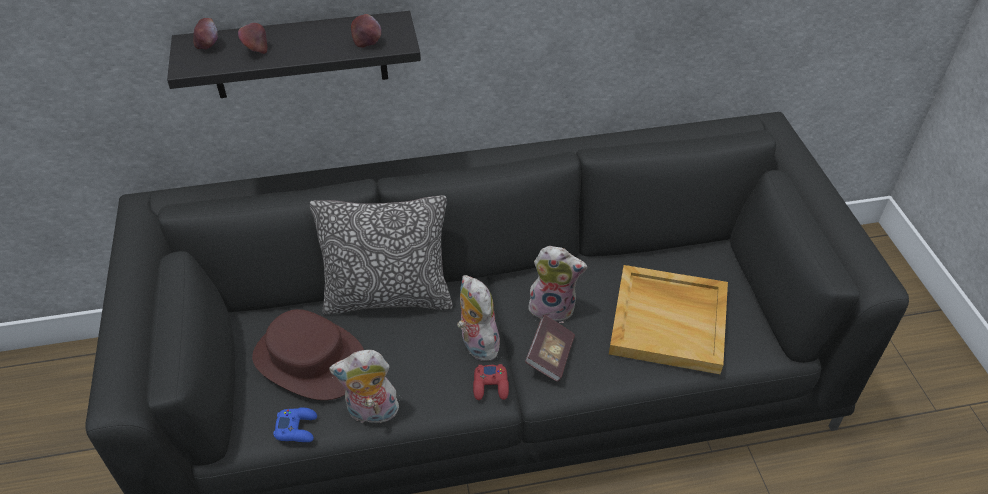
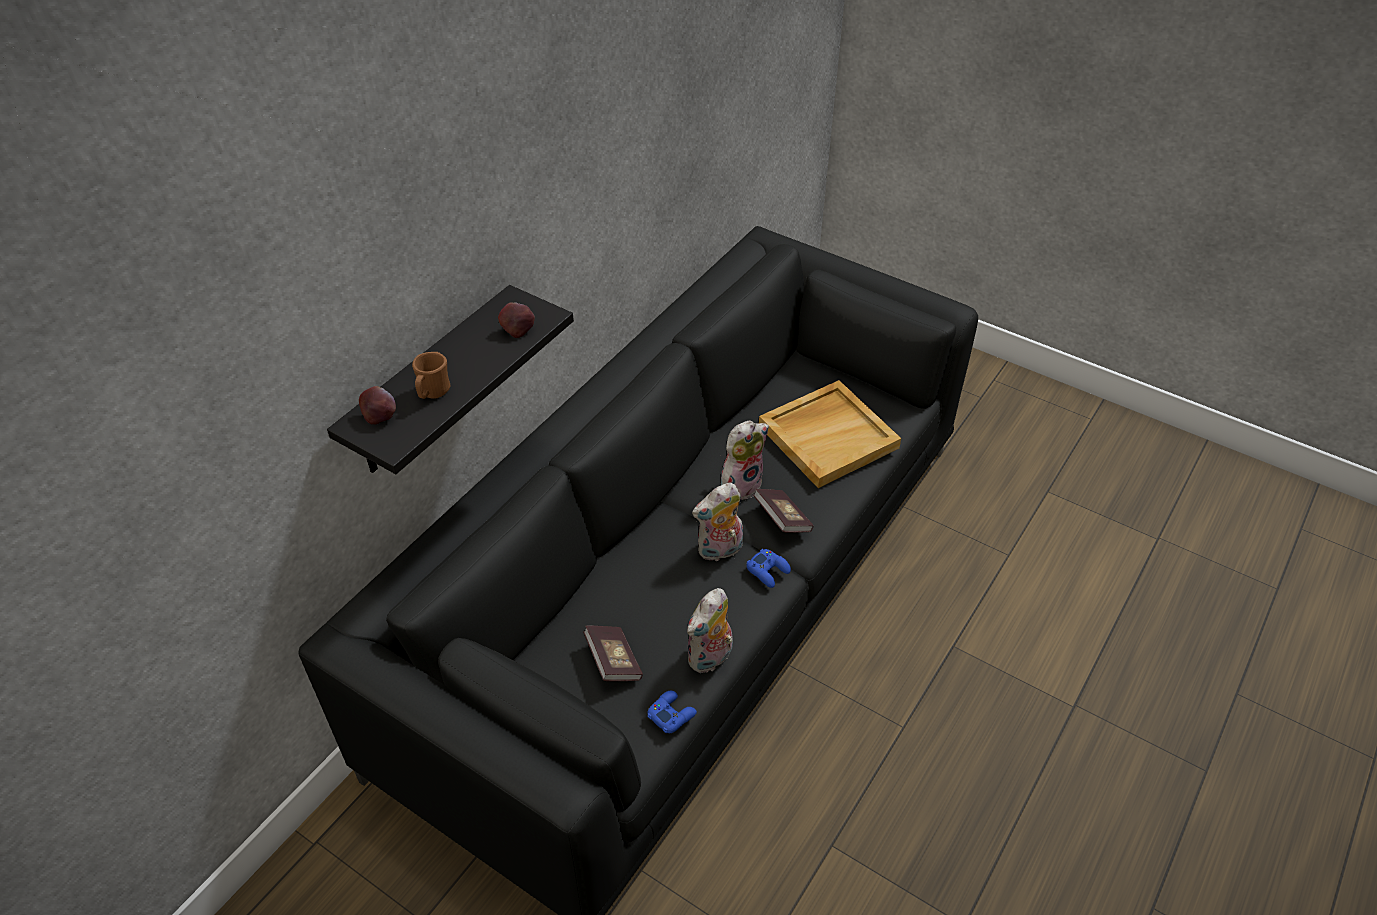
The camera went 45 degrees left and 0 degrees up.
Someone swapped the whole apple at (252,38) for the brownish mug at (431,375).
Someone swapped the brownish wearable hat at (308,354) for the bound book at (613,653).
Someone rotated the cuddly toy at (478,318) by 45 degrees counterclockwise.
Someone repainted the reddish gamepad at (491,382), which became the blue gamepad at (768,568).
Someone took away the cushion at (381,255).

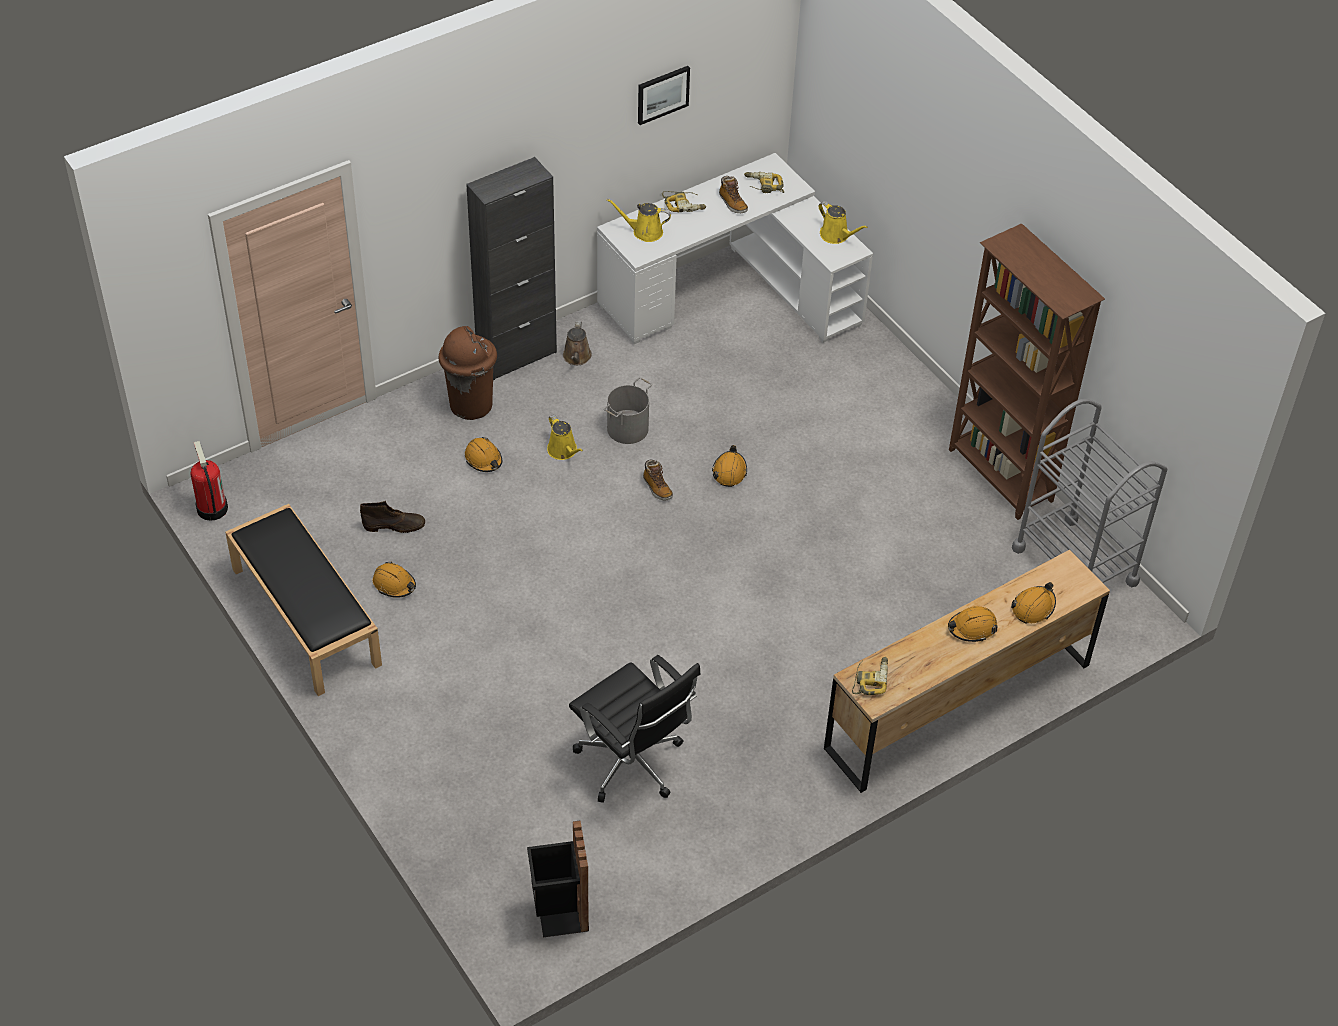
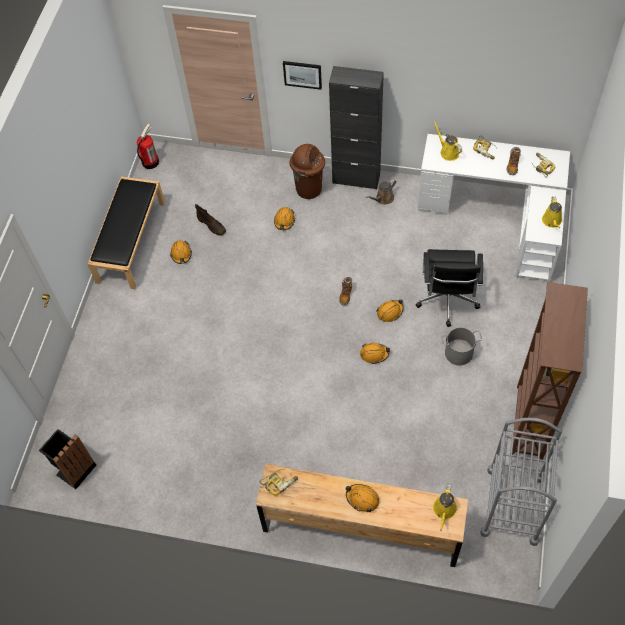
The camera went 50 degrees right and 10 degrees up.
Someone carried the picture from (664,95) to (302,75).
Someone carried the orange-coloured safety helmet from (1033,602) to (375,353).
Someone carried the black computer chair from (635,729) to (449,288).
Someone carried the yellowish sprinkling can from (565,437) to (445,507).
Someone carried the greyish pail from (628,410) to (461,346).

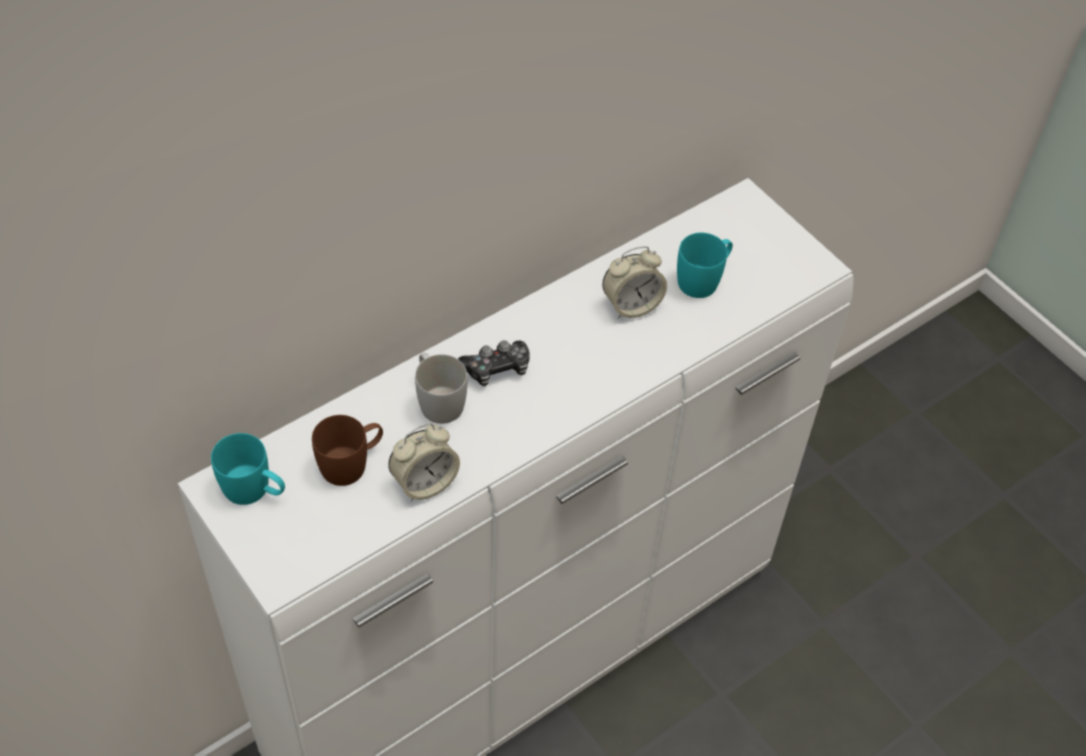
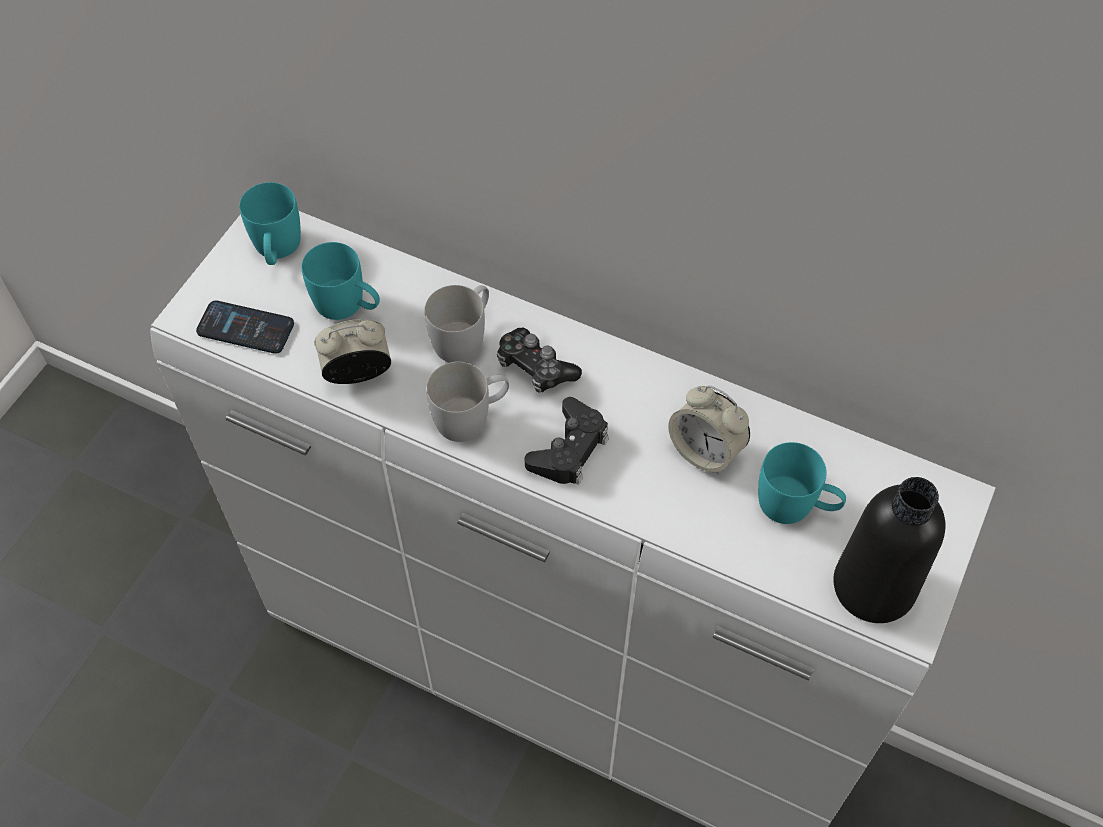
The camera went 65 degrees right and 5 degrees up.
Someone put down the phone at (245,327).
Someone repainted the brownish mug at (347,450), which became the blue-green mug at (340,281).
Someone rotated the alarm clock at (424,462) by 135 degrees clockwise.
Someone put down the white mug at (467,402).
Someone put down the black gamepad at (566,441).
Someone put down the black bottle at (889,550).

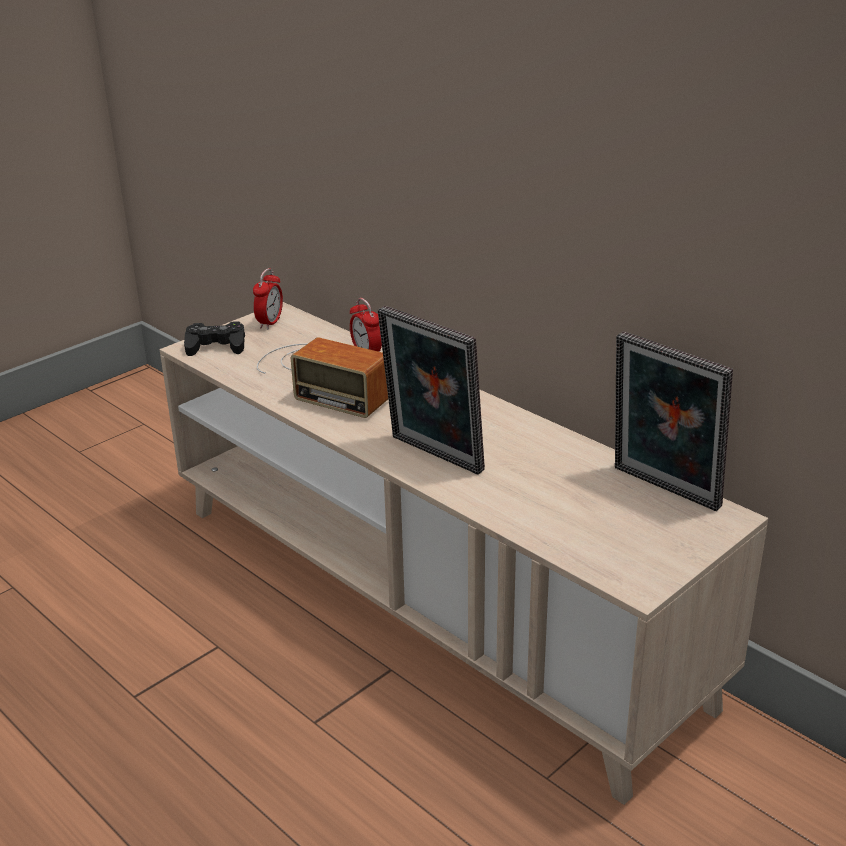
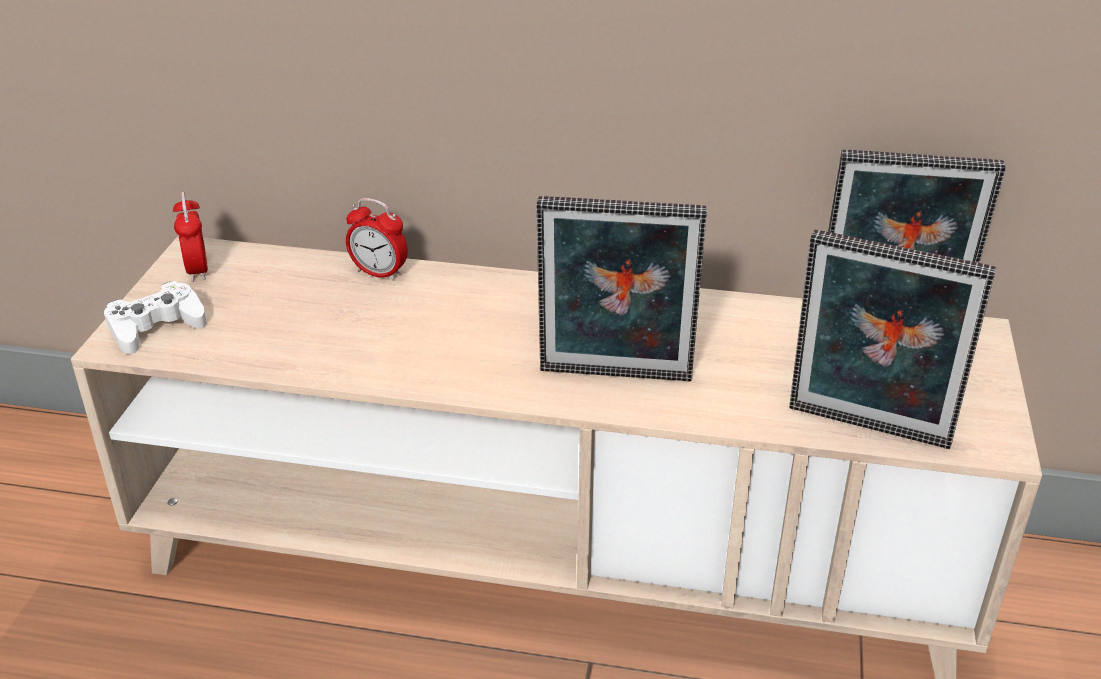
The camera went 35 degrees left and 5 degrees up.
Someone repainted the black gamepad at (214,338), which became the white gamepad at (155,317).
Someone put down the standing frame at (892,339).
Someone took away the radio at (322,377).

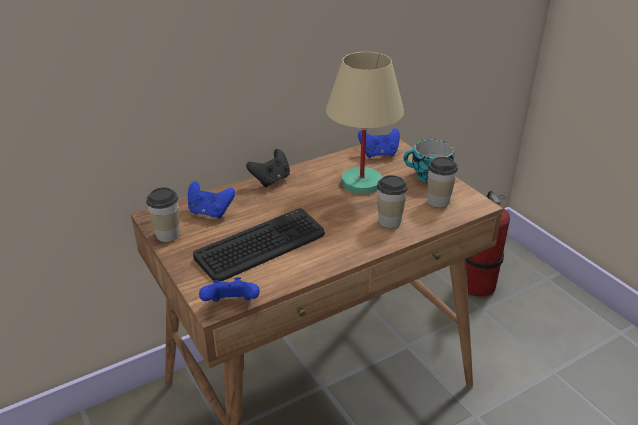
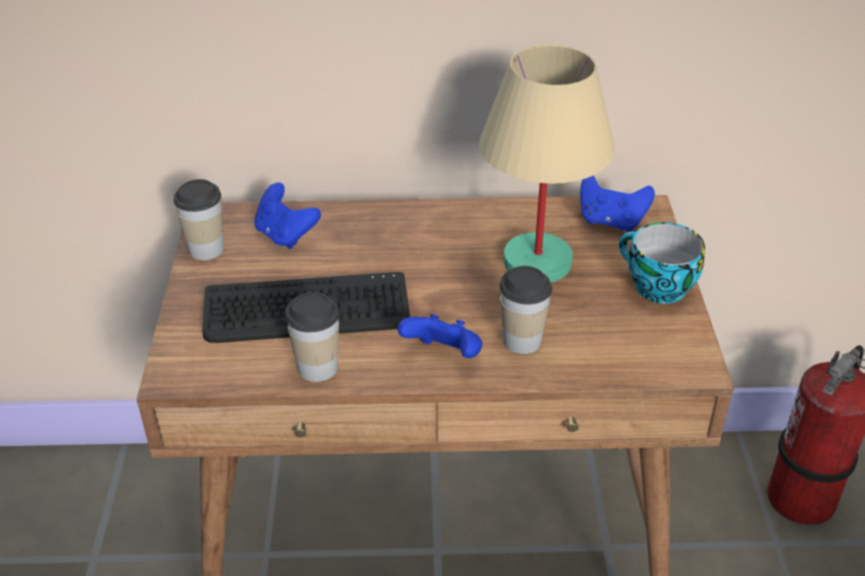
The camera went 30 degrees right and 5 degrees up.
Someone carried the small cup from (443,182) to (312,337).
Someone carried the blue gamepad from (229,289) to (439,336).
Someone took away the black gamepad at (268,168).

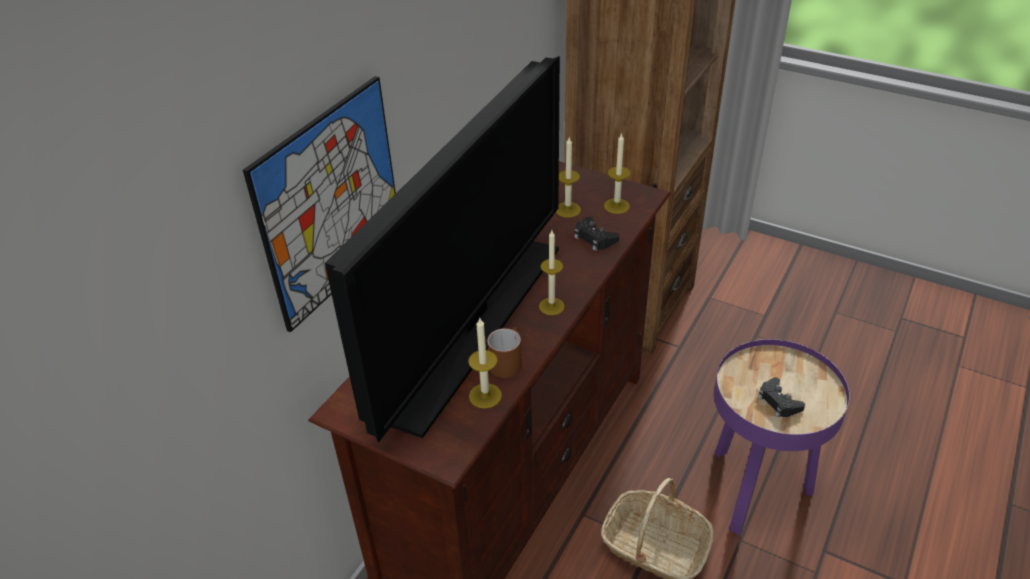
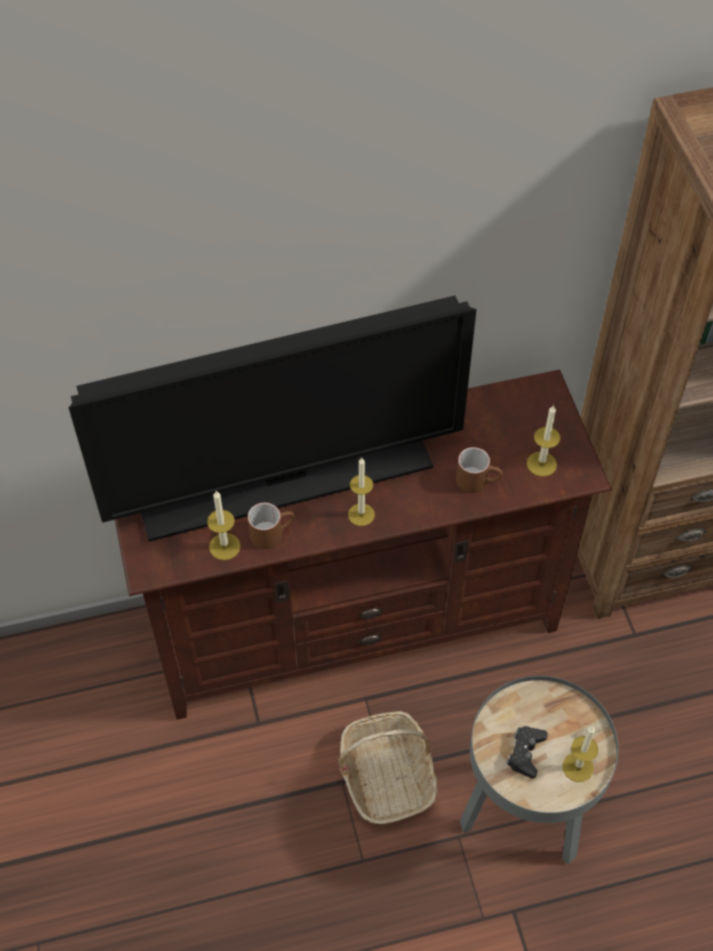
The camera went 45 degrees right and 15 degrees up.
Someone swapped the black gamepad at (596,234) for the brownish mug at (479,470).
Someone repainted the purple end table at (782,437), which became the greyish end table at (539,770).
Someone carried the wax light from (568,177) to (580,754).
Someone took away the picture at (319,204).

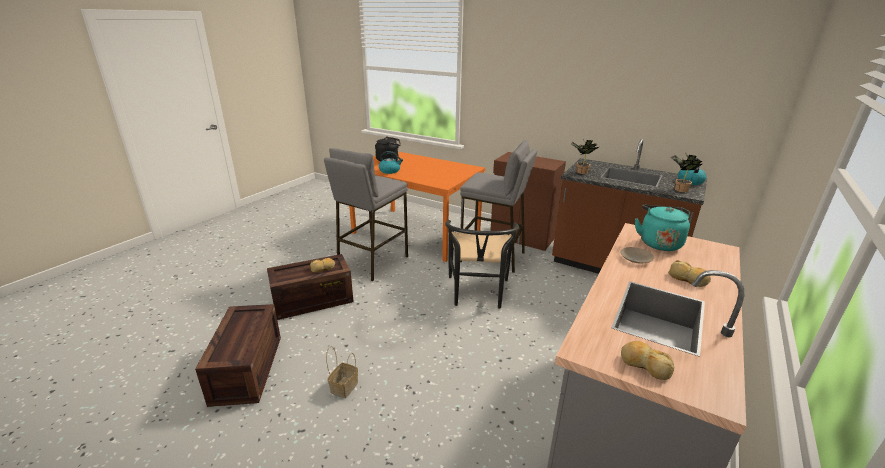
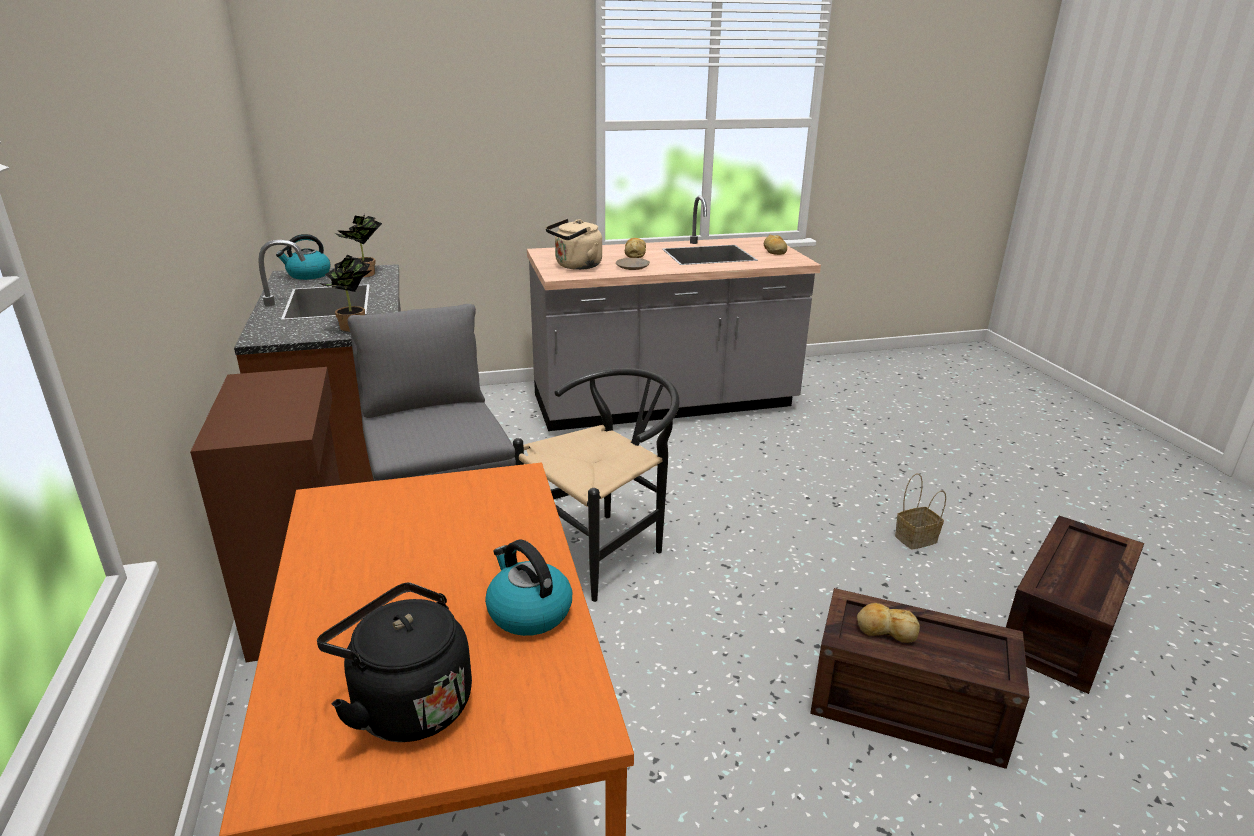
The camera went 135 degrees left and 0 degrees up.
Someone repainted the blue-green water kettle at (662,228), which became the sand-coloured water kettle at (574,244).
Someone took away the greyish stool seat at (366,214).

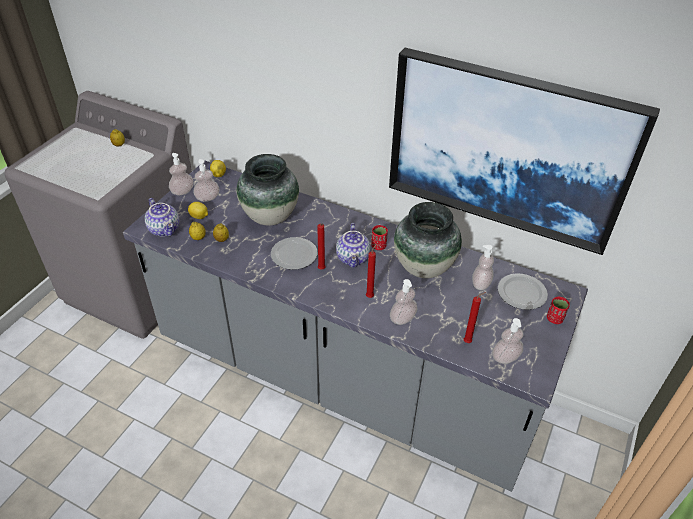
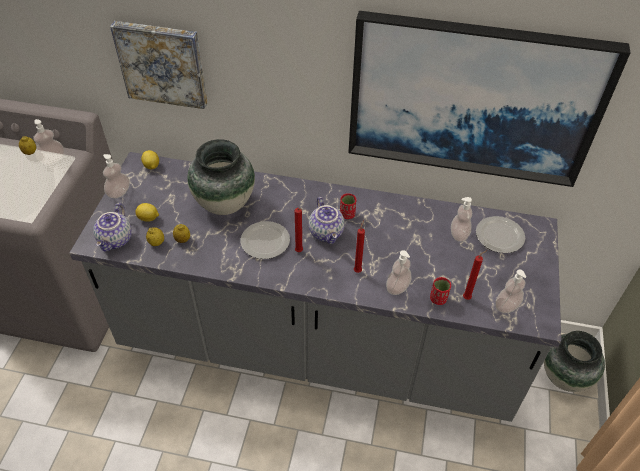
The camera went 15 degrees left and 5 degrees up.
Someone carried the soap dispenser from (206,180) to (48,142).
Someone rotated the pot for tea at (162,217) by 60 degrees clockwise.
Someone put up the picture at (158,65).
Someone carried the reddish small cup from (558,310) to (440,291).
Someone carried the vase from (428,240) to (574,361).

